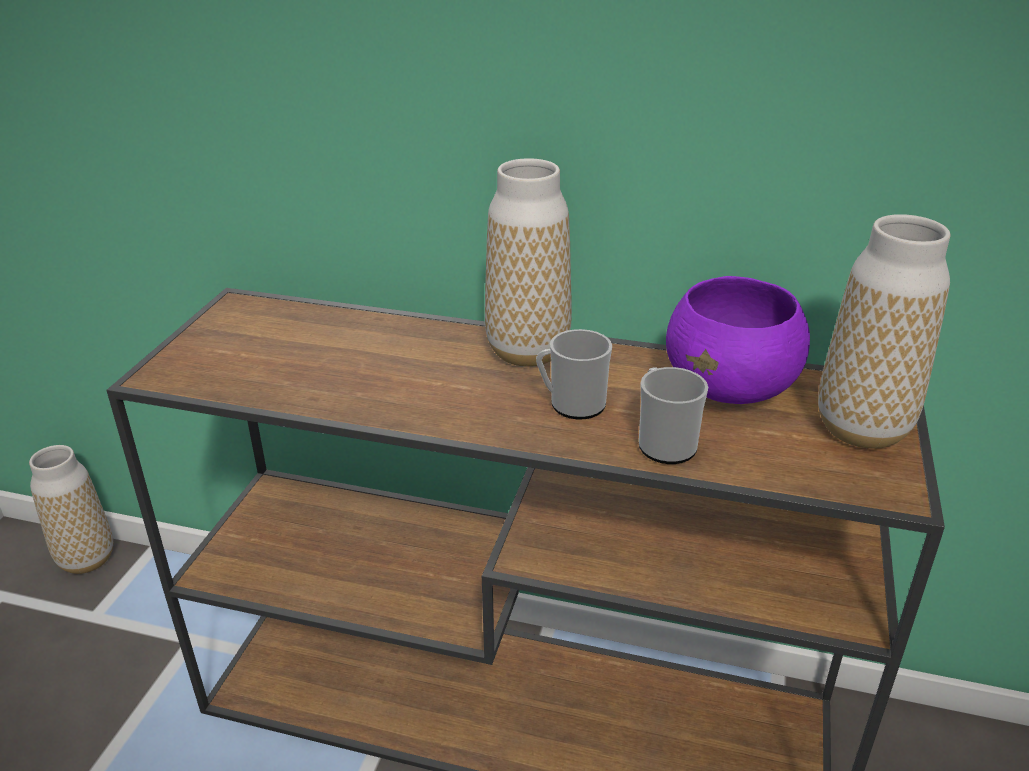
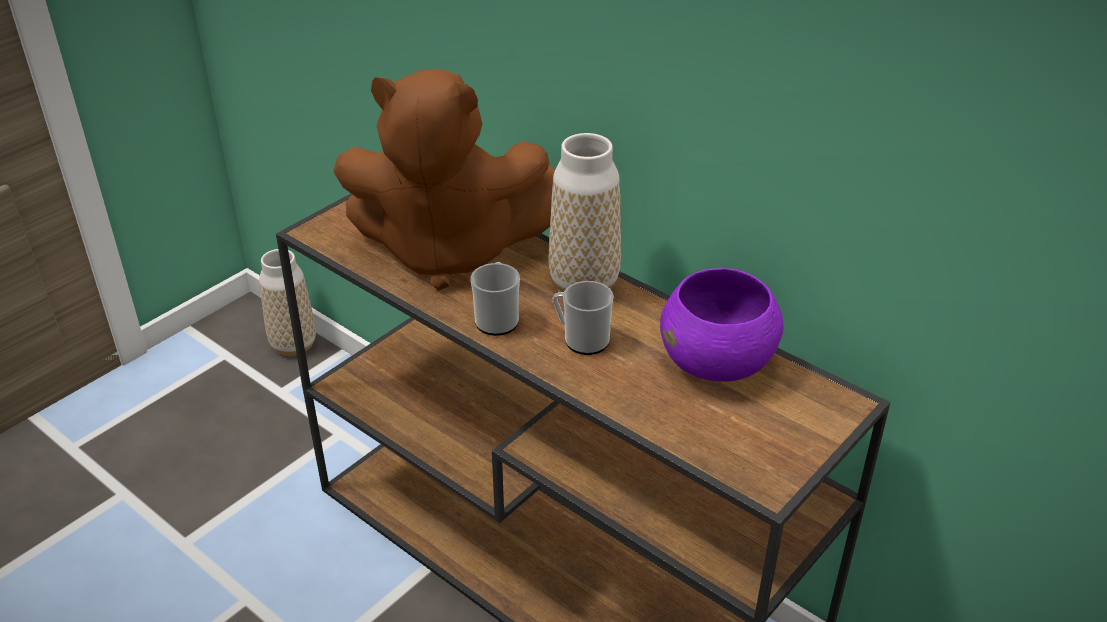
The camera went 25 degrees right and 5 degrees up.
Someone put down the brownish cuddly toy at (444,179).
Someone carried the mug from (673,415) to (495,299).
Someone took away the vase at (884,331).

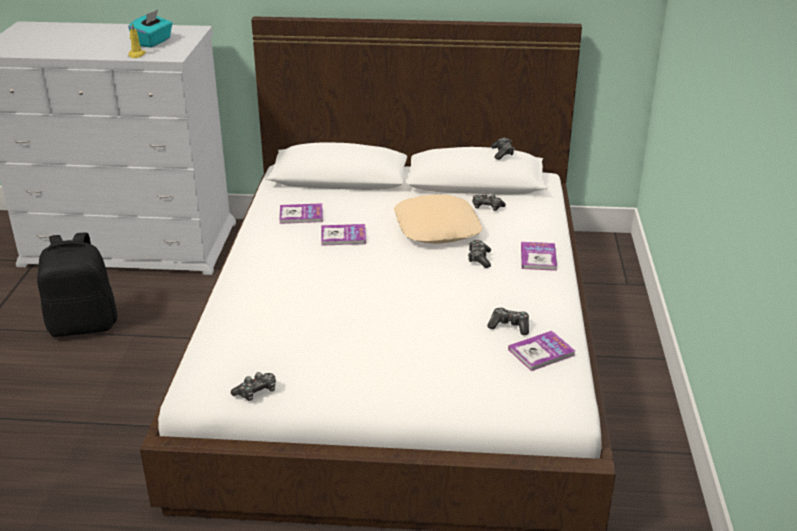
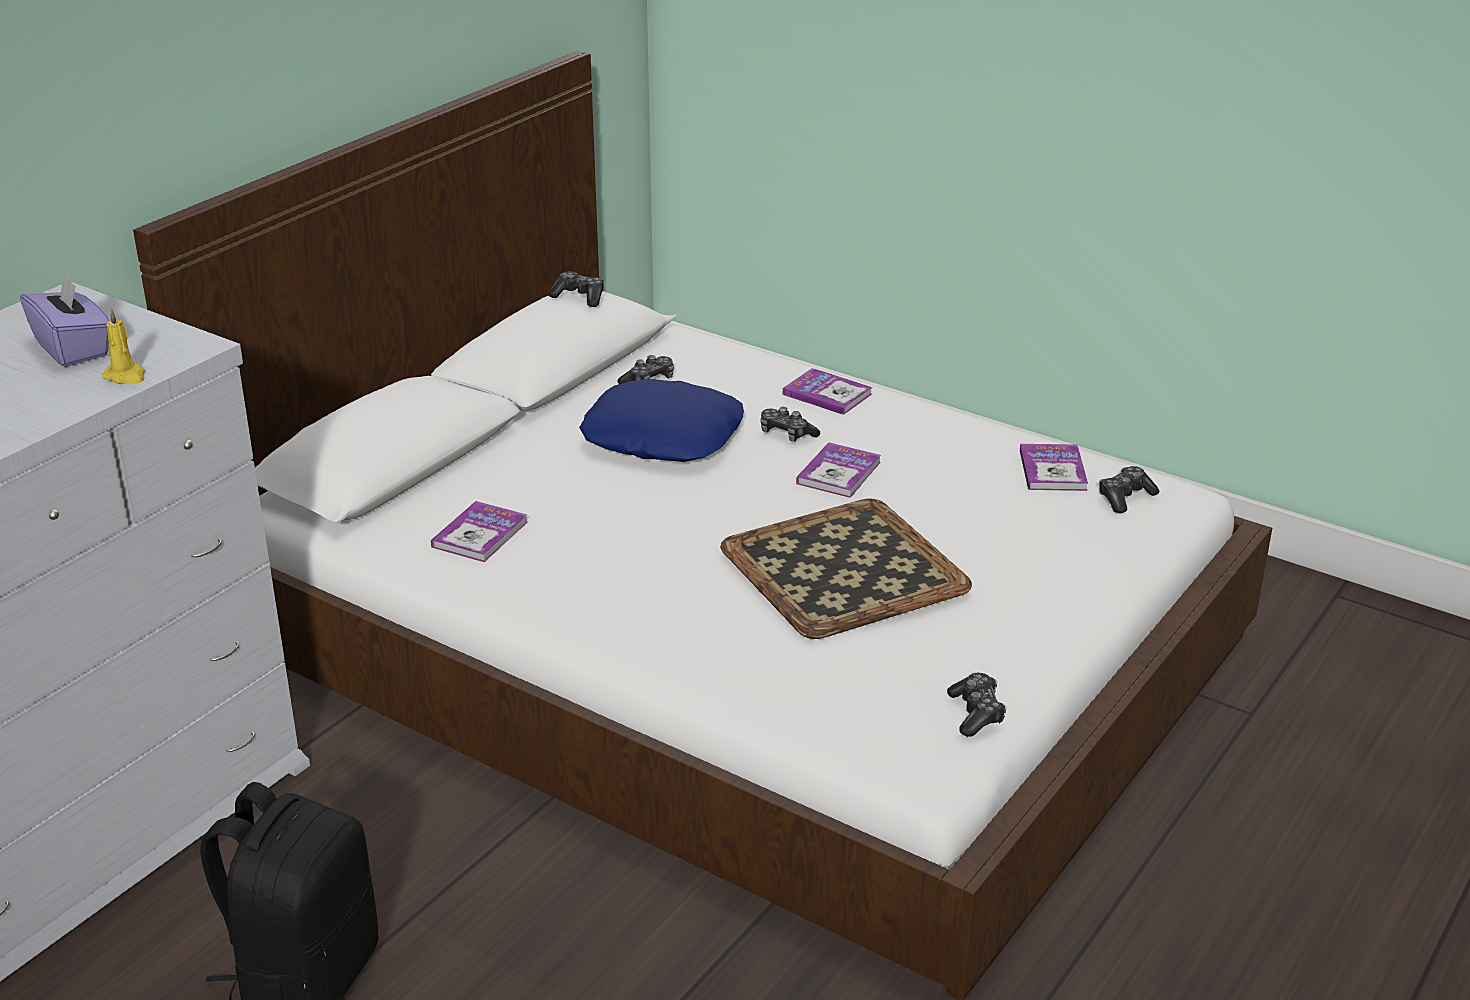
The camera went 60 degrees left and 0 degrees up.
Someone repainted the blue-green box of tissues at (150,29), which became the purple box of tissues at (65,320).
Someone repainted the sand-coloured cushion at (438,219), which became the blue cushion at (661,420).
Someone put down the tray at (846,568).
Someone carried the bound book from (343,235) to (838,470).
Someone carried the gamepad from (508,321) to (1129,489).

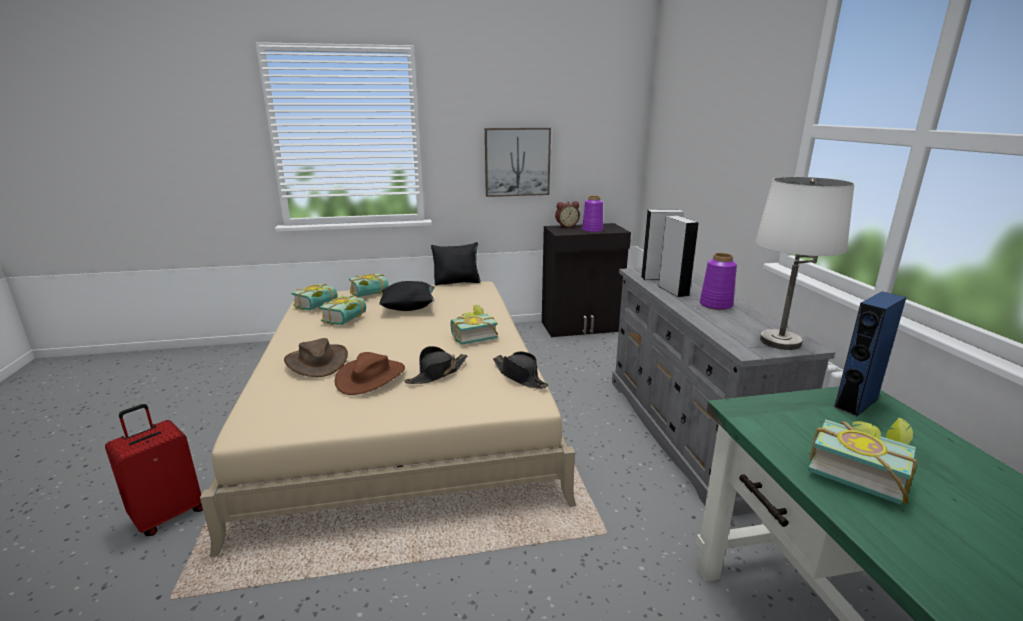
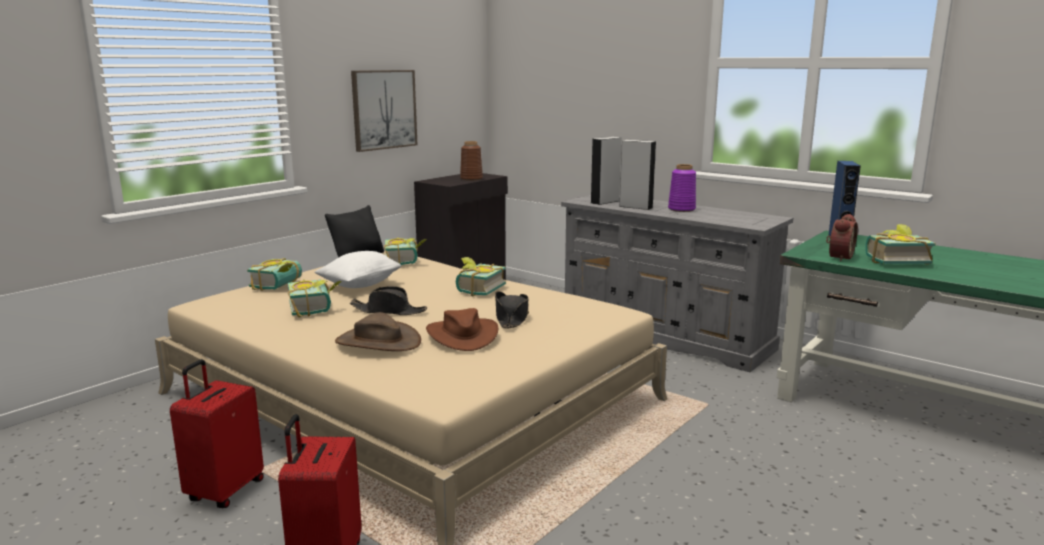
The camera went 40 degrees left and 5 degrees down.
Someone put down the reddish travel case at (217,433).
Someone repainted the black cushion at (407,296), which became the white cushion at (358,269).
Someone carried the black wearable hat from (520,370) to (388,300).
Someone carried the bound book from (314,297) to (405,251).
Someone repainted the purple vase at (592,214), which became the brownish vase at (471,161).
Someone carried the alarm clock from (567,214) to (842,237).
Someone took away the white lamp for a table at (805,263).

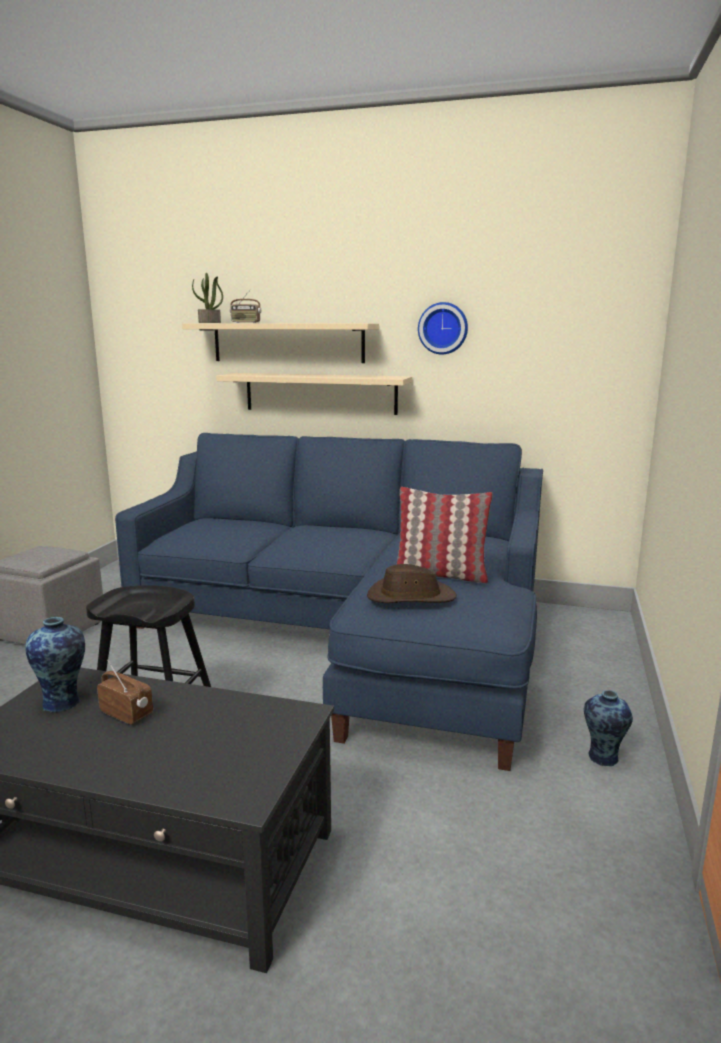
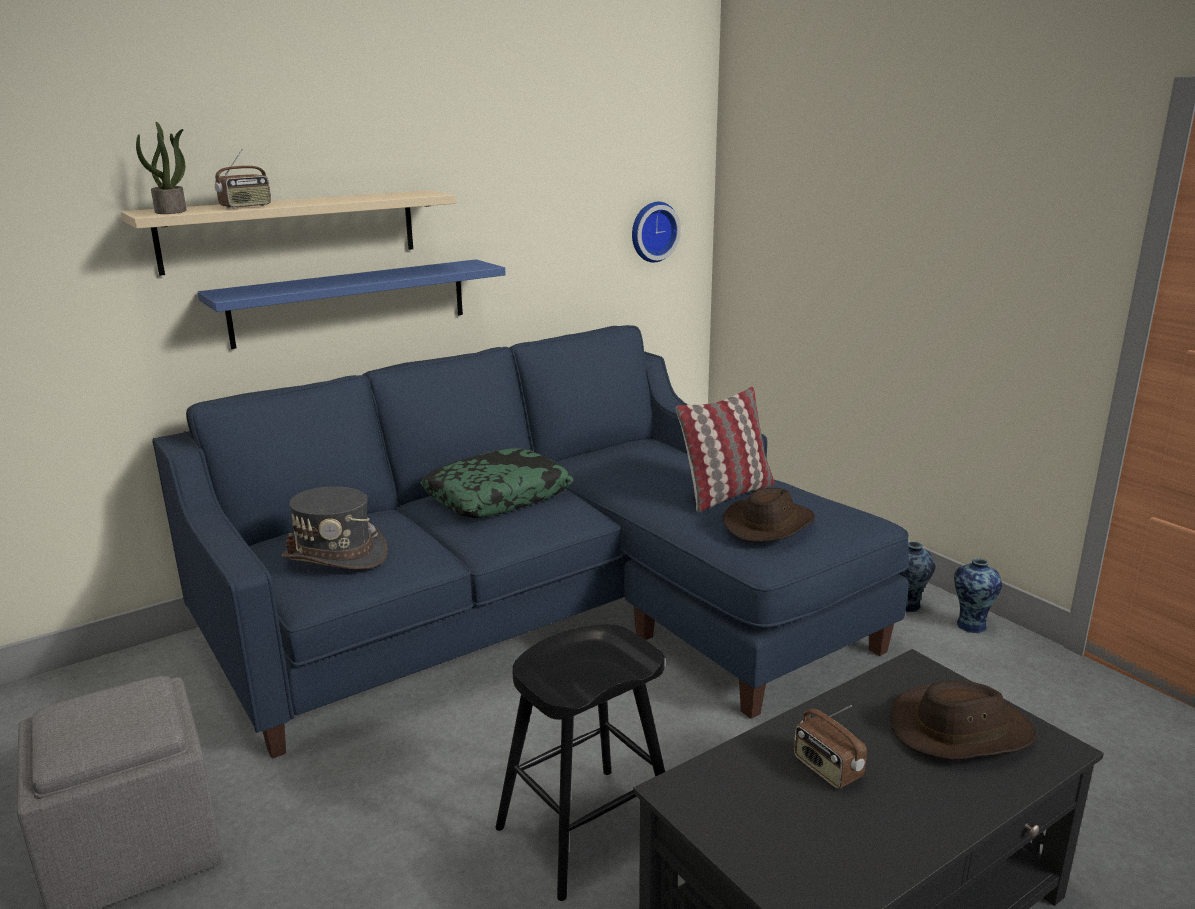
The camera went 50 degrees left and 5 degrees up.
Someone repainted the sand-coloured bracket shelf at (314,394), which became the blue bracket shelf at (352,304).
Someone put down the greyish wearable hat at (334,528).
Someone put down the cushion at (497,483).
Someone carried the wall clock from (443,328) to (656,232).
Someone rotated the radio at (125,692) by 105 degrees counterclockwise.
Someone put down the brownish wearable hat at (963,720).
Someone carried the vase from (55,664) to (978,595).

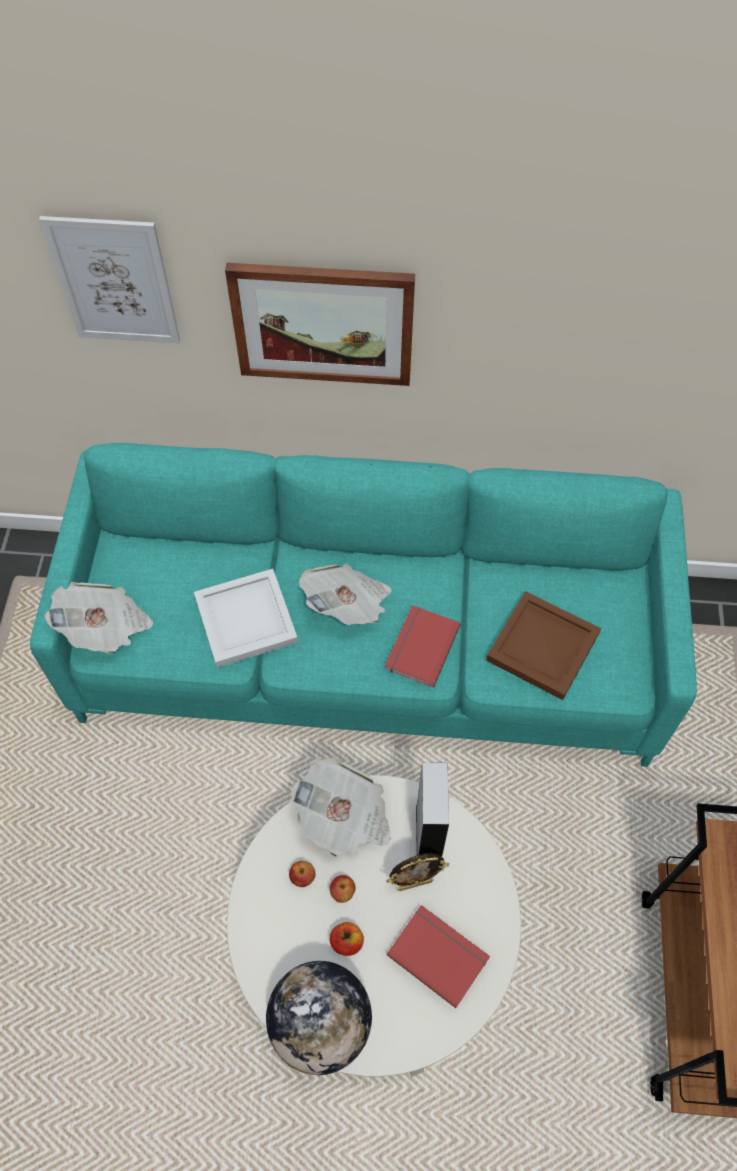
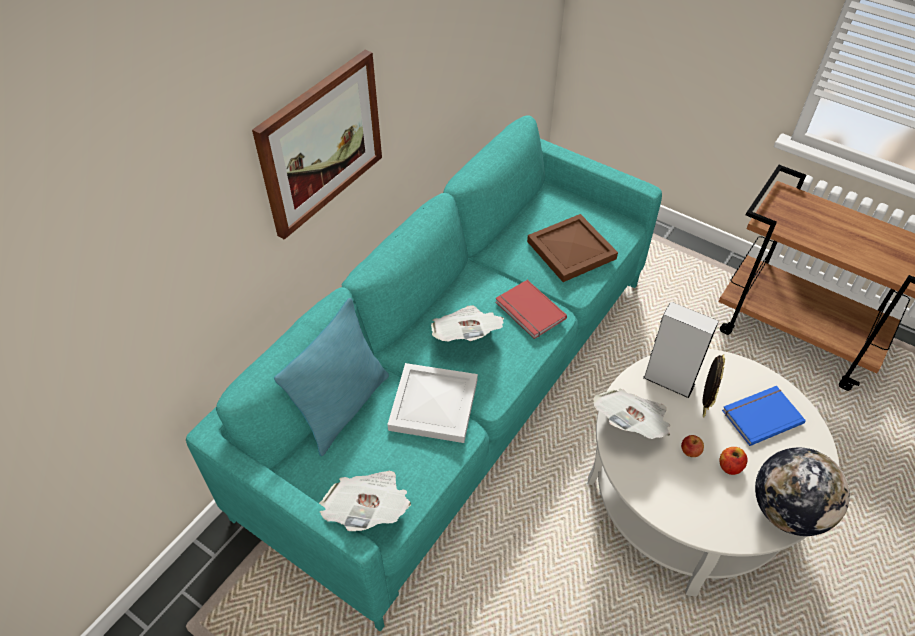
The camera went 60 degrees left and 10 degrees down.
Someone put down the blue-green cushion at (331,377).
Someone repainted the reddish bound book at (438,956), which became the blue bound book at (763,416).
Someone took away the picture at (109,279).
Someone took away the whole apple at (302,874).

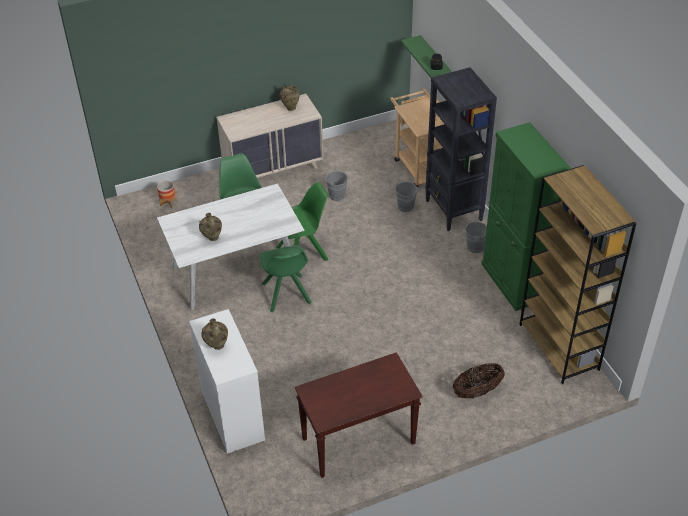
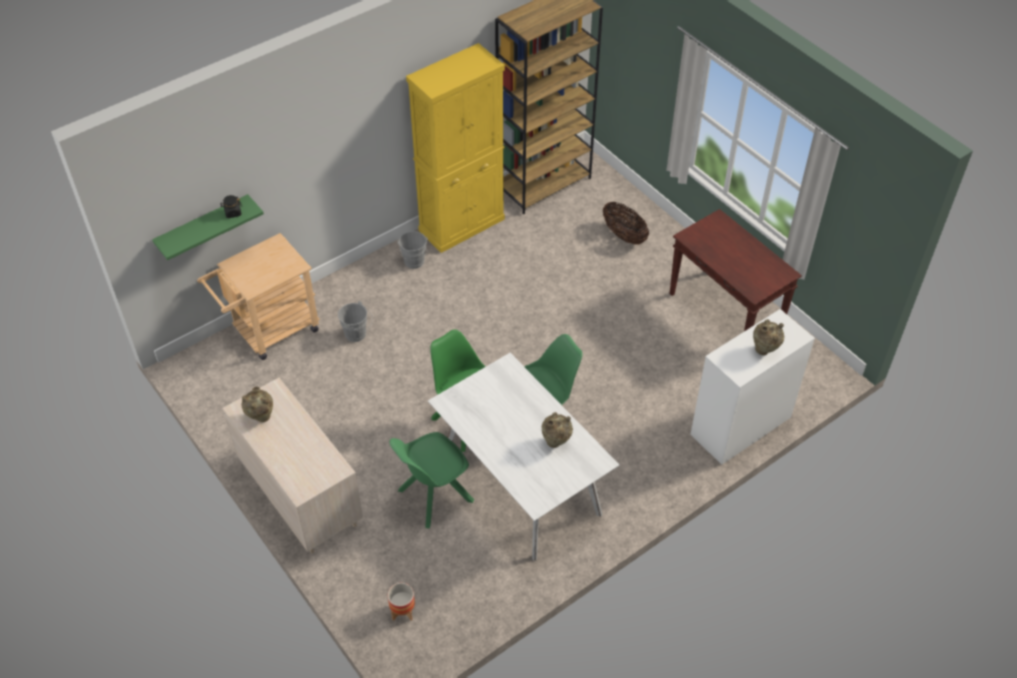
The camera went 105 degrees left and 5 degrees up.
Someone repainted the green cupboard at (526,216), which became the yellowish cupboard at (455,148).
Someone took away the greyish pail at (336,186).
Someone took away the black bookshelf at (461,149).

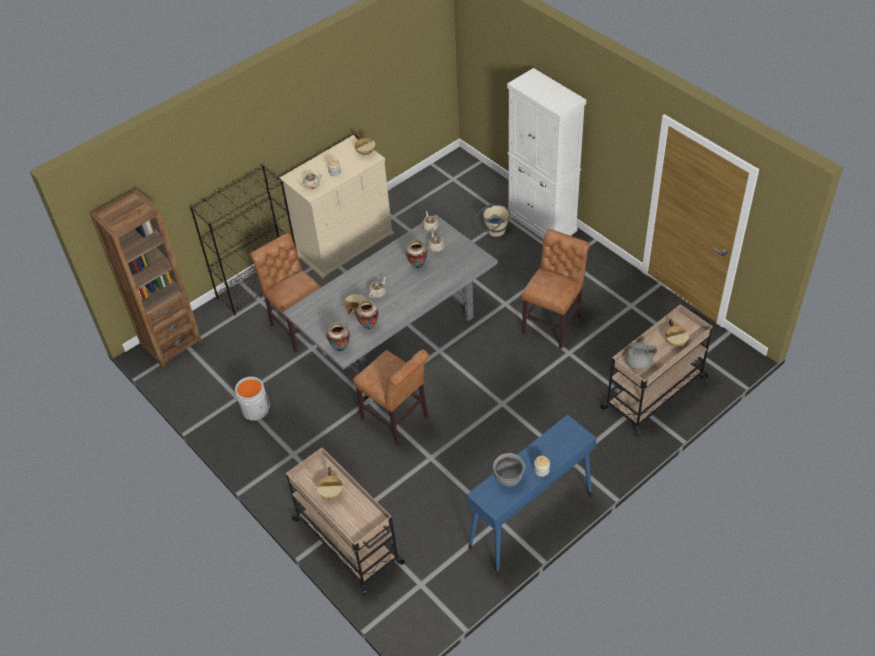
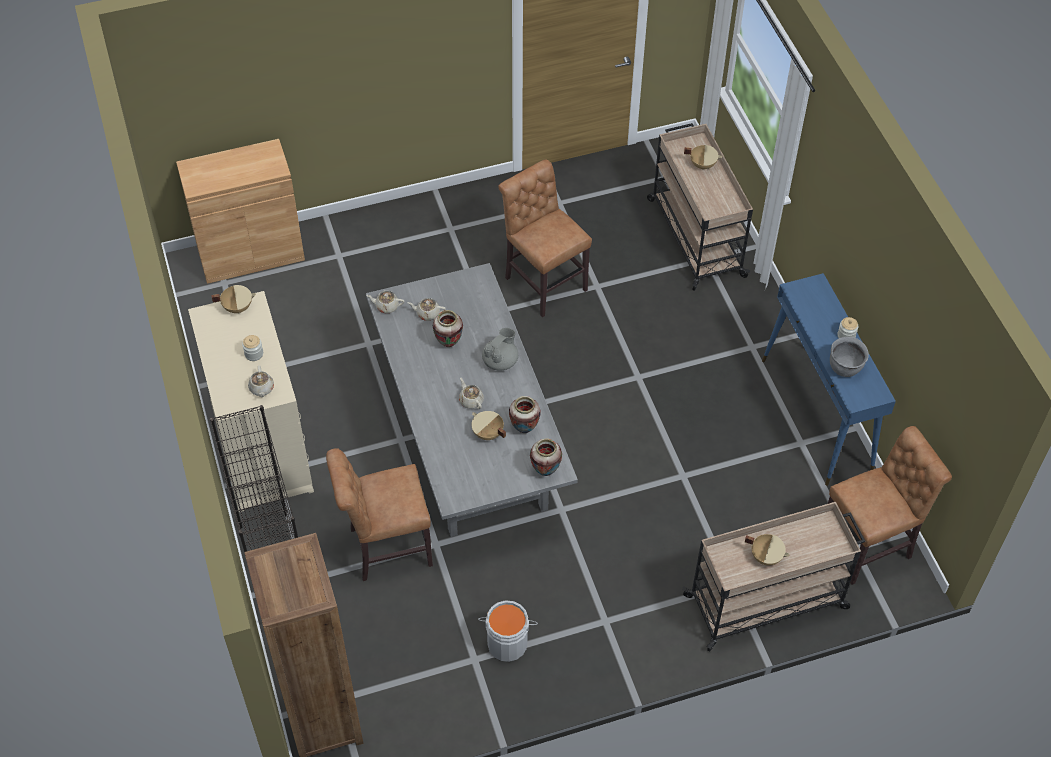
The camera went 70 degrees left and 5 degrees up.
Someone put down the brownish cupboard at (240,211).
Someone carried the greyish pot for tea from (641,356) to (500,349).
Someone carried the brownish plain chair from (391,397) to (890,505).
Someone took away the sand-coloured pail at (492,220).
Someone took away the white cupboard at (546,154).

